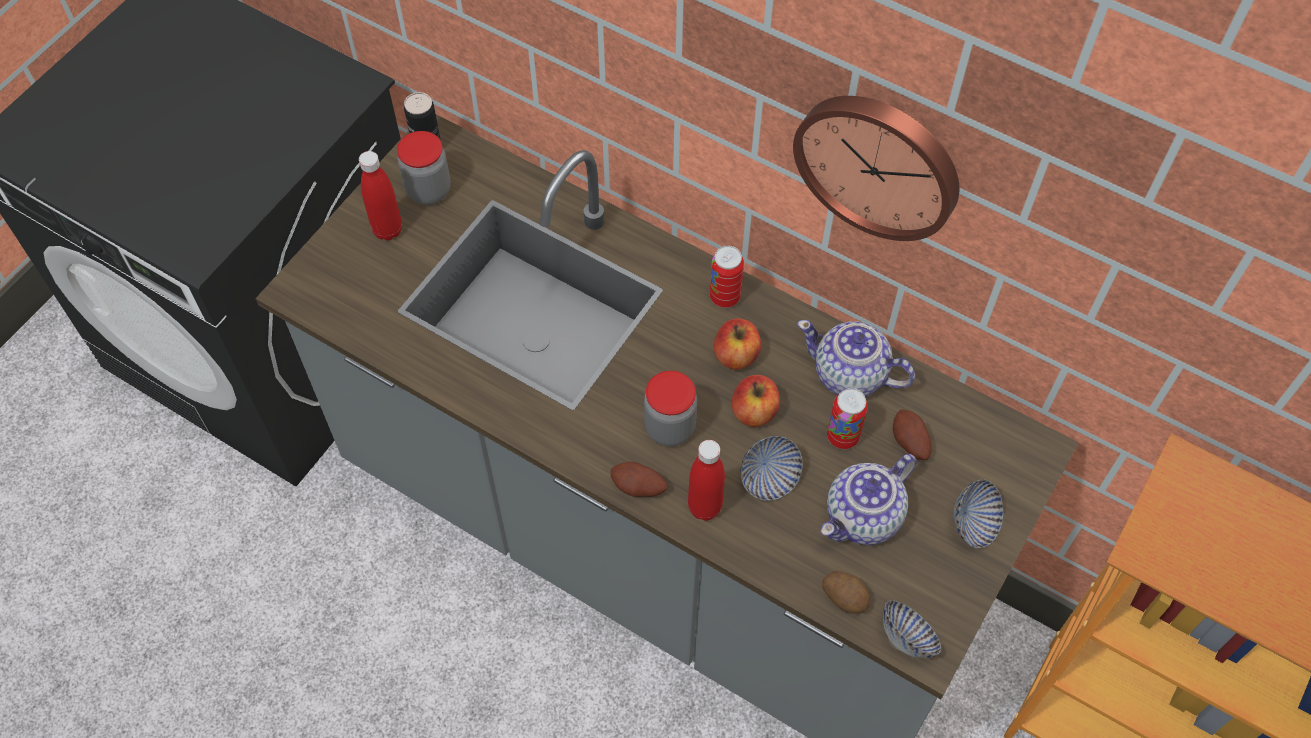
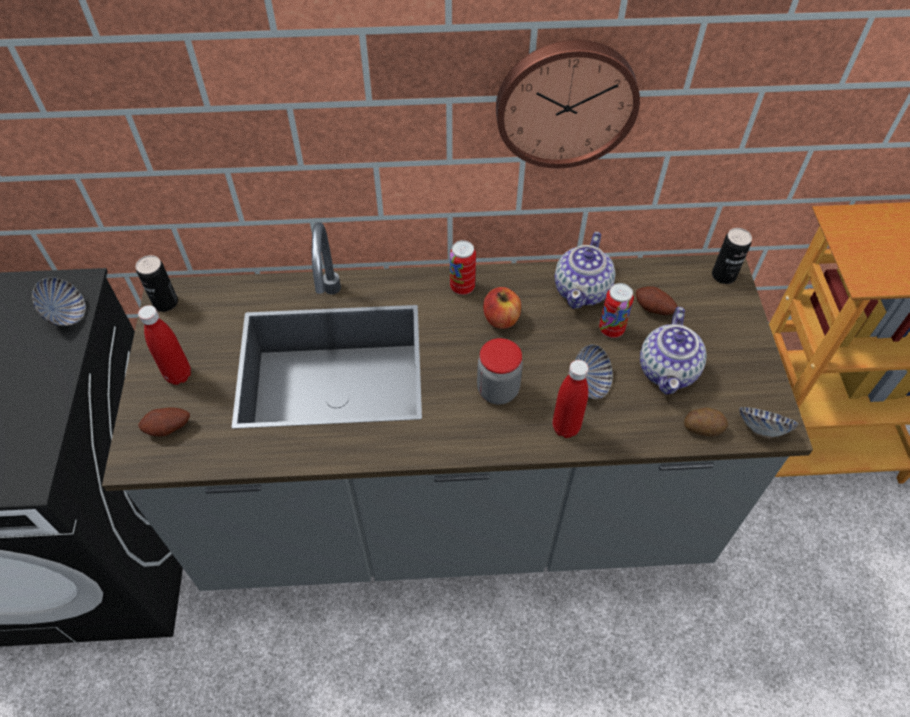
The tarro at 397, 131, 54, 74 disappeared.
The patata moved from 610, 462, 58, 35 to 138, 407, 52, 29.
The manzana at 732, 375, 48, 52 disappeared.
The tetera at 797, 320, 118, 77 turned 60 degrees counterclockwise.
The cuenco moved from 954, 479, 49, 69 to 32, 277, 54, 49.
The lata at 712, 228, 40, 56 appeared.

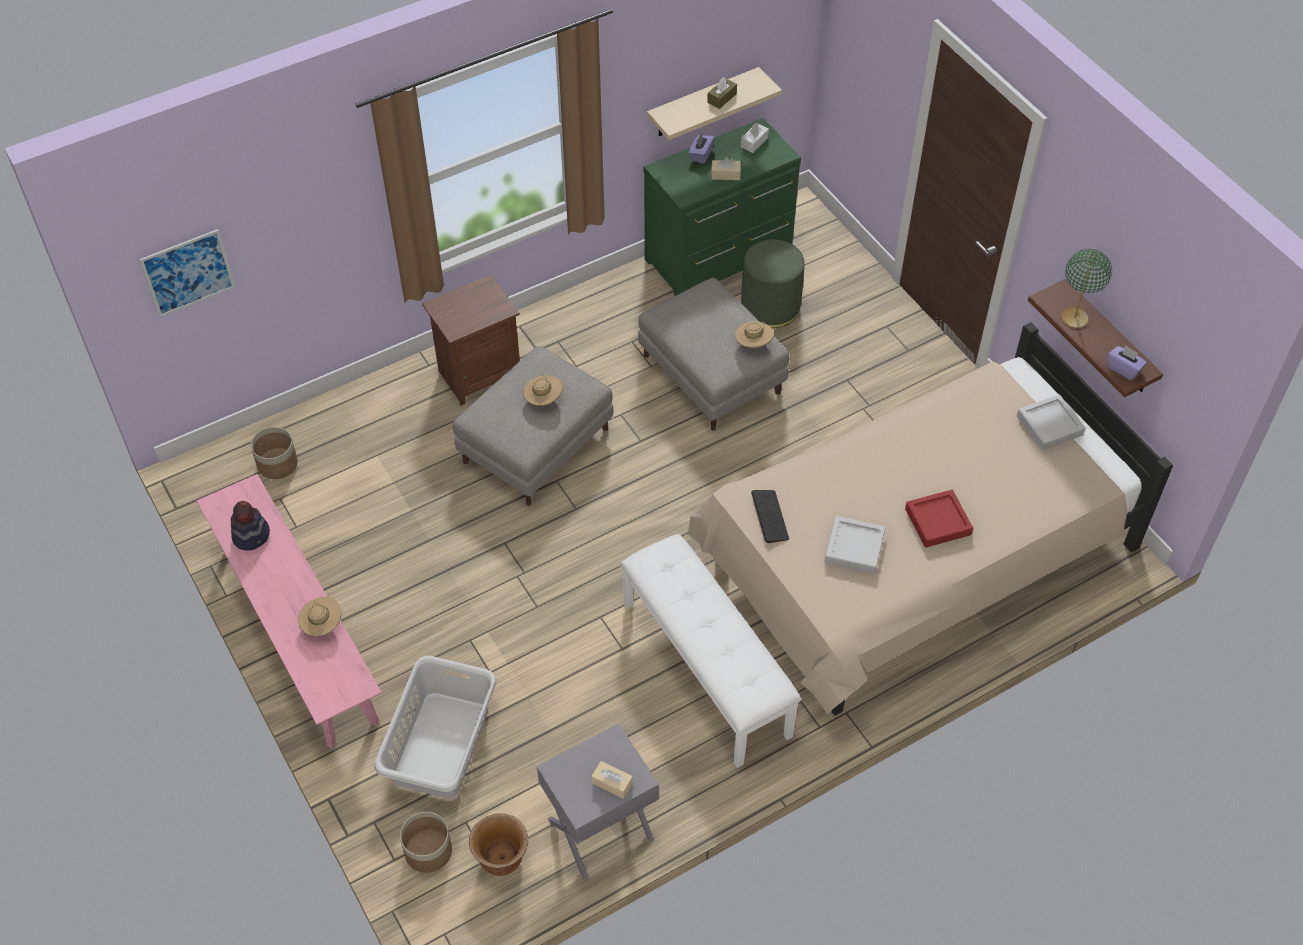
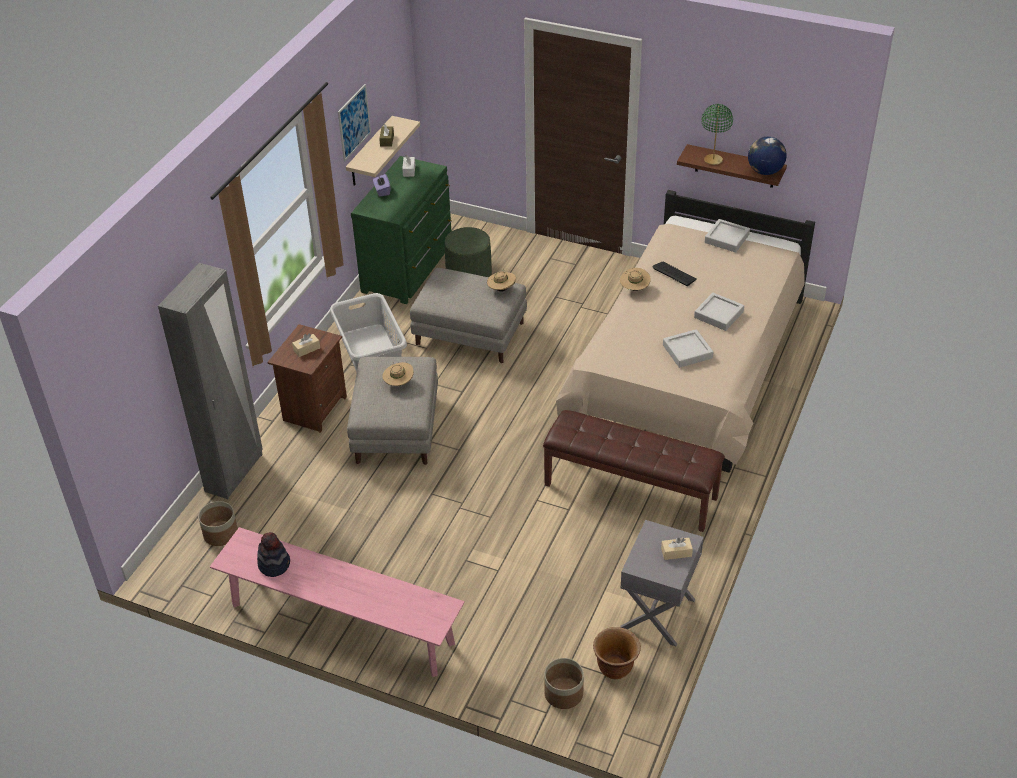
The cuadro moved from 140, 229, 95, 88 to 338, 84, 33, 77.
The sombrero (beis) moved from 298, 597, 43, 39 to 620, 268, 31, 23.
The cesto de la ropa (gris) moved from 374, 656, 123, 142 to 330, 293, 77, 79.
The banco (blanco) at 621, 534, 180, 234 became the banco (marrón) at 543, 410, 182, 122.
The caja de pañuelos (beis) moved from 711, 157, 30, 23 to 292, 333, 28, 24.
The teclado moved from 751, 490, 38, 53 to 653, 262, 44, 24.
The bandeja (rojo) at 905, 490, 68, 58 became the bandeja (gris) at 694, 293, 50, 38.
The caja de pañuelos (morado) at 1107, 346, 40, 34 was replaced by the globo terráqueo at 748, 137, 39, 38.
The armario ropero (gris) at 158, 263, 105, 236 appeared.

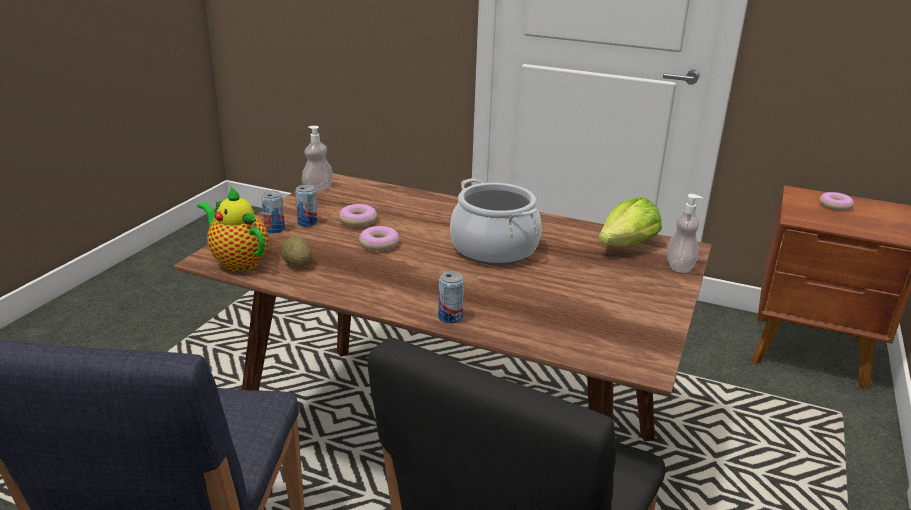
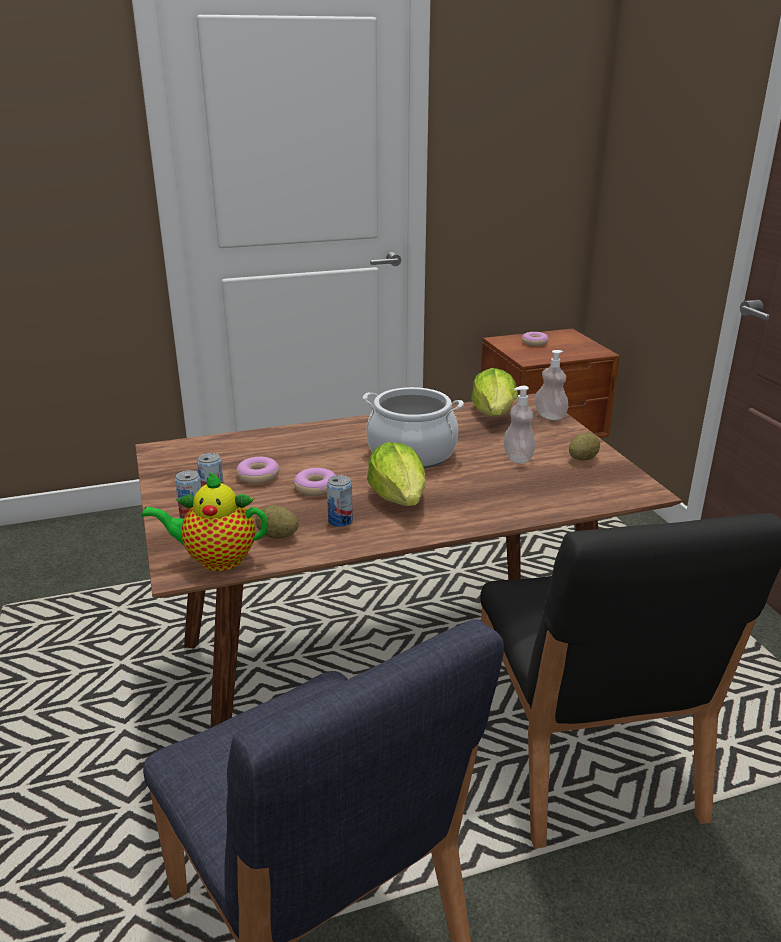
The dispensador de jabón moved from 302, 126, 31, 66 to 503, 386, 32, 78.
The lata moved from 438, 271, 26, 53 to 327, 475, 26, 52.
The lechuga at 367, 442, 59, 64 appeared.
The patata at 569, 432, 31, 29 appeared.

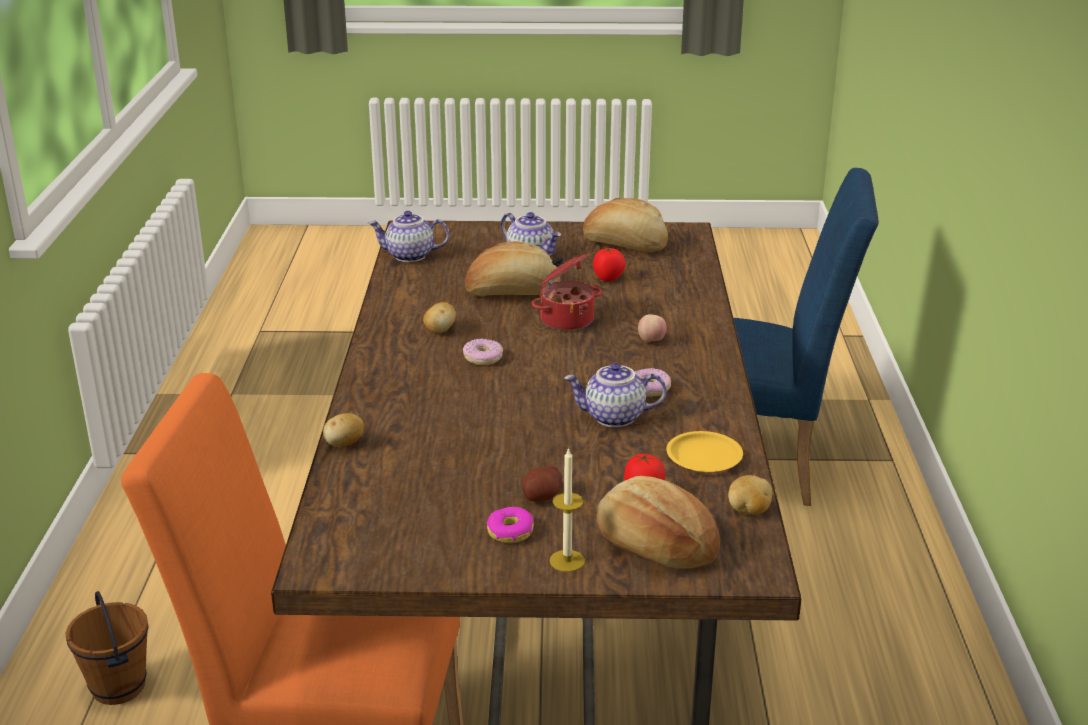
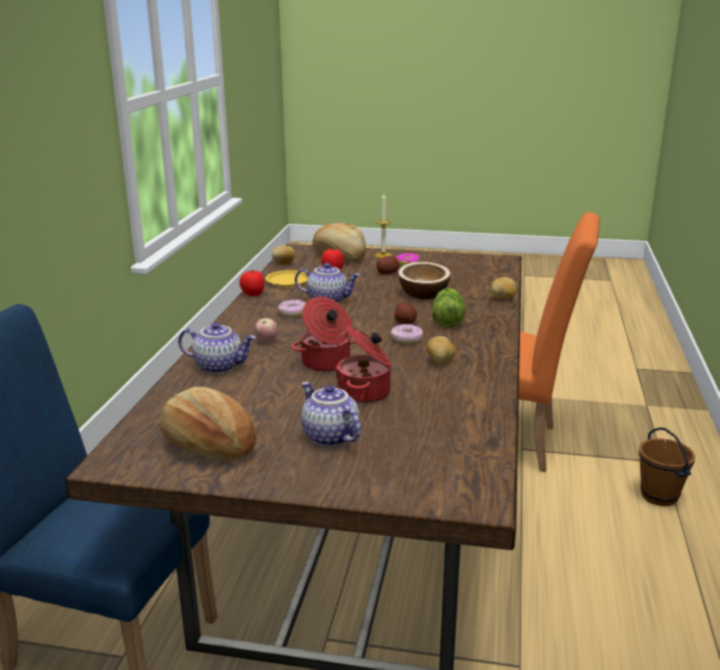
The tetera moved from 368, 211, 81, 51 to 178, 322, 78, 52.
The pan at 465, 241, 96, 55 was replaced by the olla at 335, 326, 56, 78.
The tomate moved from 593, 247, 33, 34 to 239, 270, 25, 26.
The patata at 395, 303, 22, 21 appeared.
The cuenco at 398, 262, 52, 37 appeared.
The lechuga at 432, 288, 34, 40 appeared.

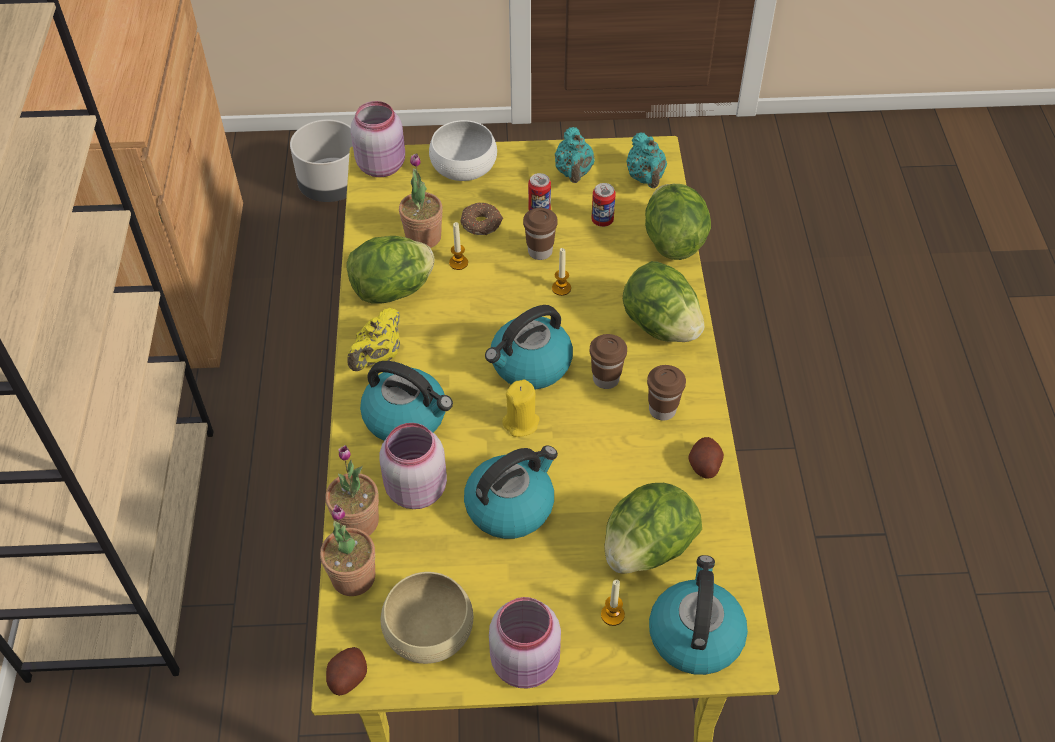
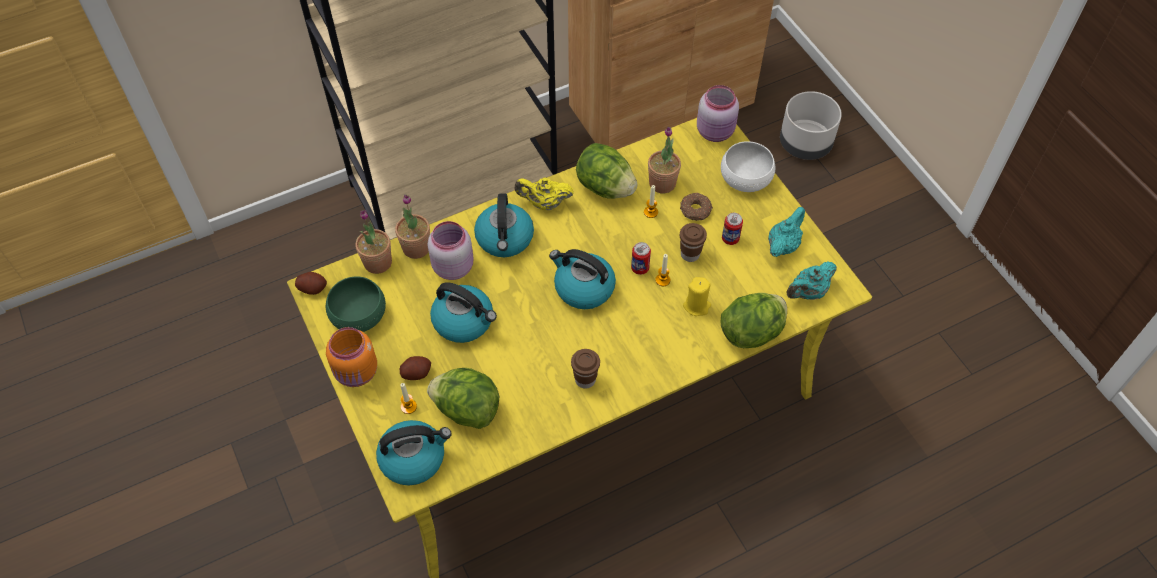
The cuenco (beis) at 381, 572, 92, 92 became the cuenco (verde) at 326, 276, 60, 56.
The tarro (rosa) at 489, 597, 72, 92 became the tarro (naranja) at 326, 327, 51, 60.
The vela (amarillo) moved from 502, 379, 38, 58 to 683, 277, 28, 39.
The tetera (turquesa) at 555, 127, 40, 56 turned 150 degrees clockwise.
The taza (marrón) at 590, 334, 37, 55 disappeared.
The lata moved from 591, 183, 25, 44 to 631, 242, 20, 33.
The lechuga at 623, 261, 81, 81 disappeared.
The patata moved from 689, 437, 35, 42 to 400, 356, 31, 24.

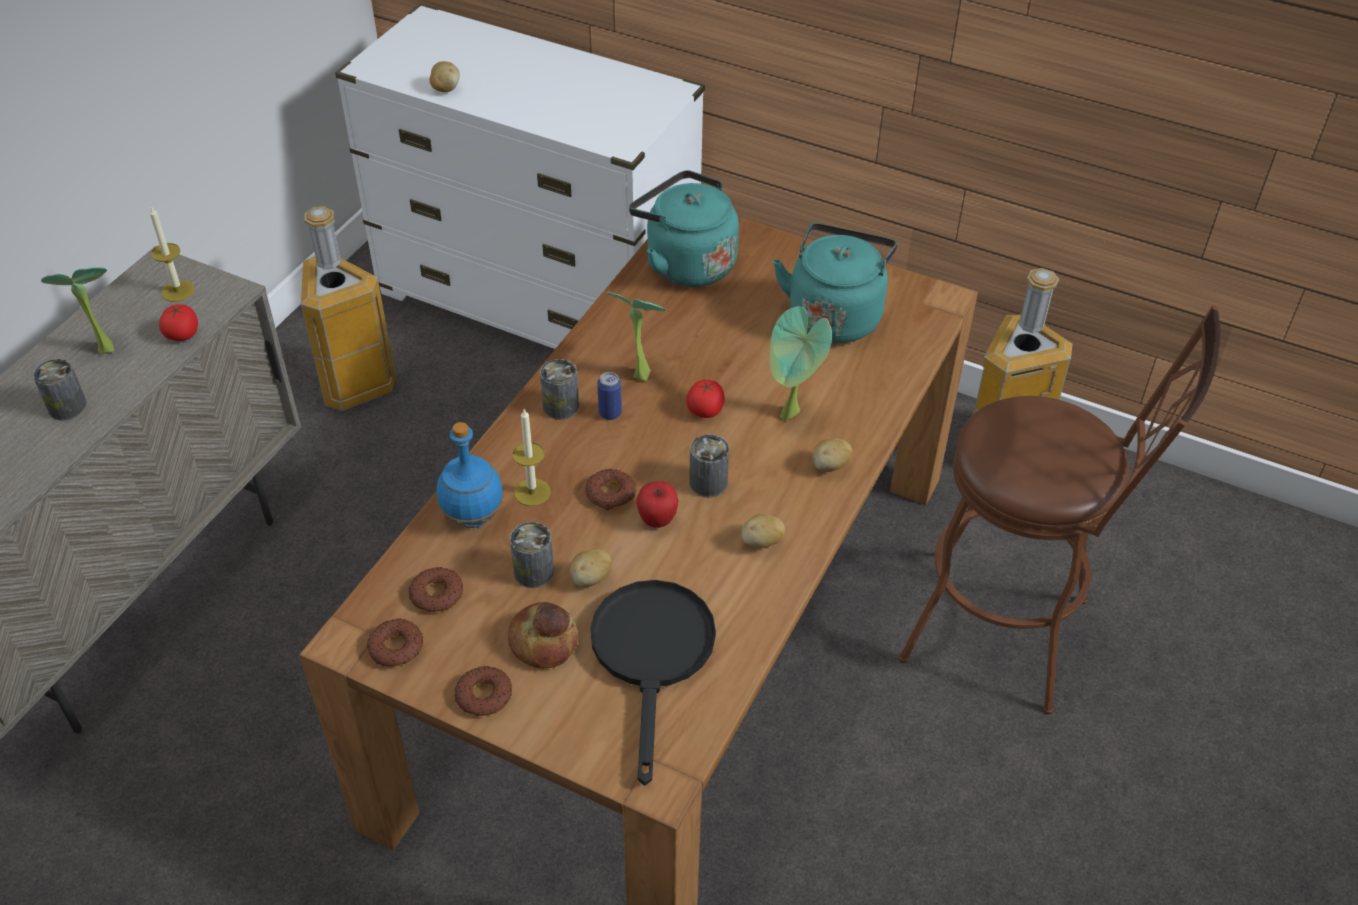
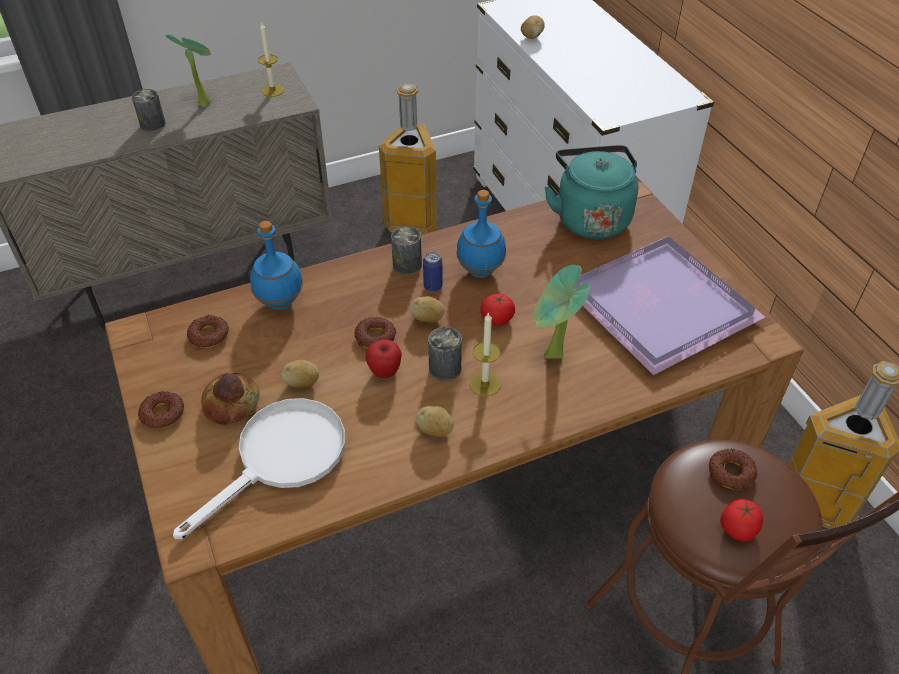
The tomate moved from 159, 304, 39, 37 to 721, 499, 42, 42.
The rosquilla moved from 367, 619, 56, 48 to 709, 449, 48, 41.
The lata at 510, 522, 44, 66 disappeared.
The vela moved from 513, 409, 38, 97 to 469, 312, 32, 85.
The sartén (negro) at 590, 580, 126, 206 became the sartén (blanco) at 173, 398, 172, 141.
The planta en maceta at 607, 292, 60, 89 was replaced by the botella (azul) at 456, 190, 50, 88.
The hervidor (turquesa) at 773, 223, 124, 120 was replaced by the bandeja (morado) at 573, 236, 192, 139.
The patata moved from 812, 439, 40, 33 to 410, 296, 35, 27.

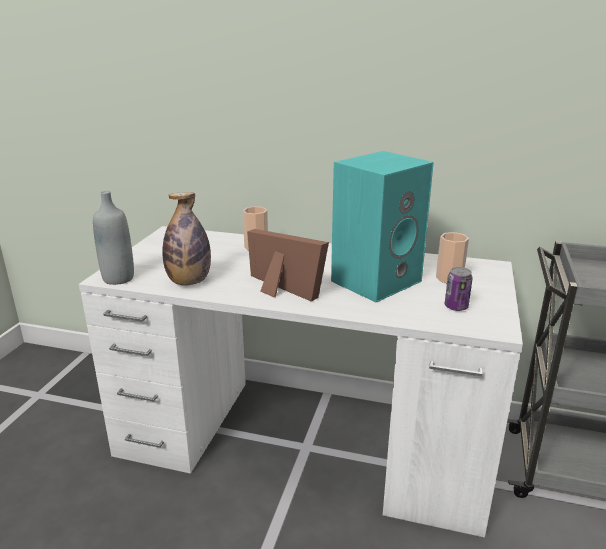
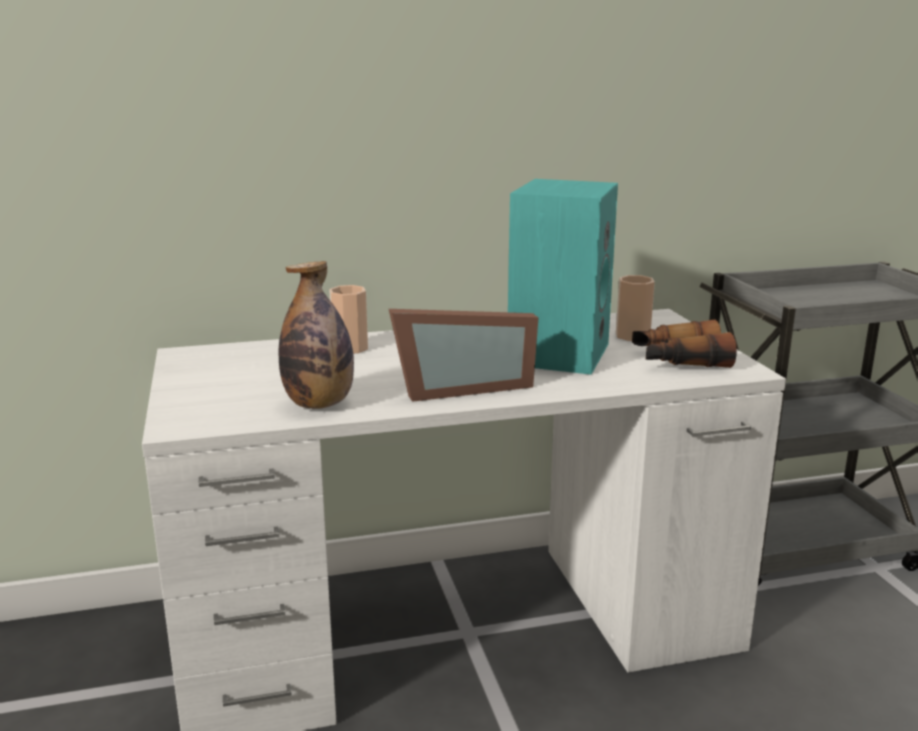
The botella (gris) at 93, 191, 41, 94 disappeared.
The portarretratos at 247, 229, 82, 72 turned 150 degrees clockwise.
The lata at 445, 267, 28, 44 was replaced by the prismáticos at 632, 319, 105, 49.

